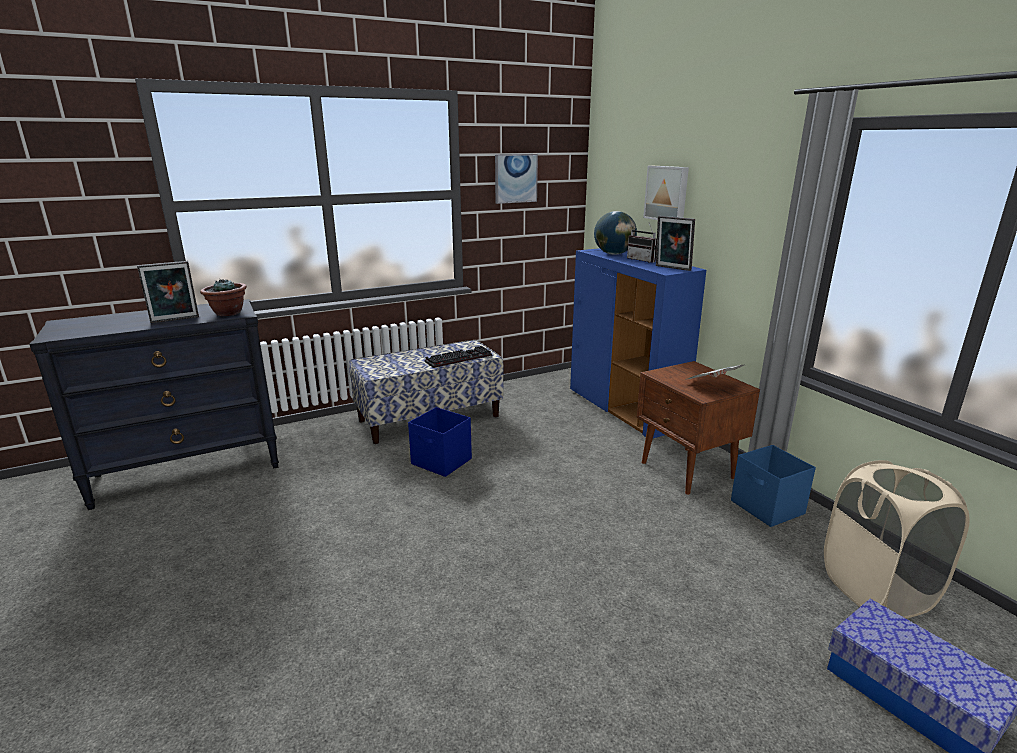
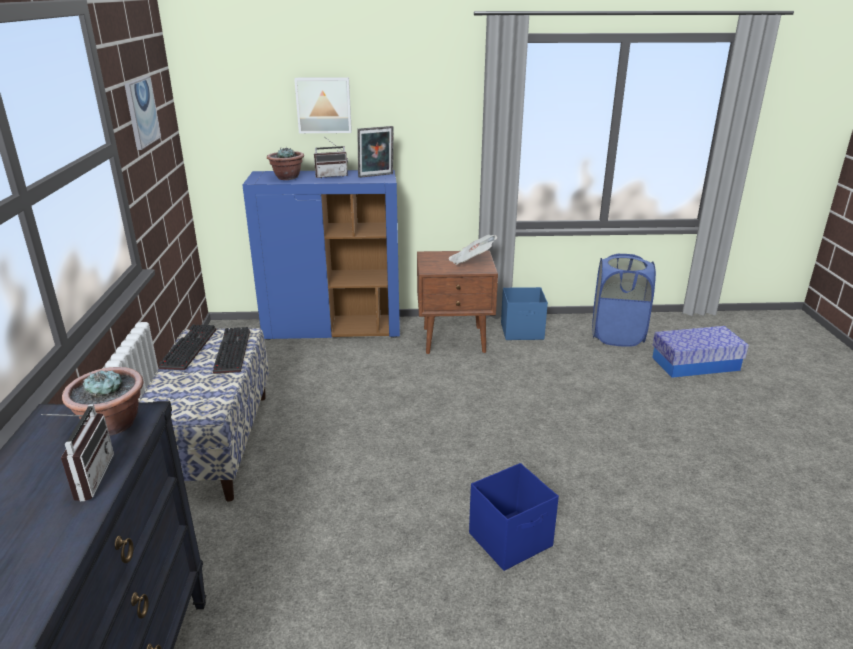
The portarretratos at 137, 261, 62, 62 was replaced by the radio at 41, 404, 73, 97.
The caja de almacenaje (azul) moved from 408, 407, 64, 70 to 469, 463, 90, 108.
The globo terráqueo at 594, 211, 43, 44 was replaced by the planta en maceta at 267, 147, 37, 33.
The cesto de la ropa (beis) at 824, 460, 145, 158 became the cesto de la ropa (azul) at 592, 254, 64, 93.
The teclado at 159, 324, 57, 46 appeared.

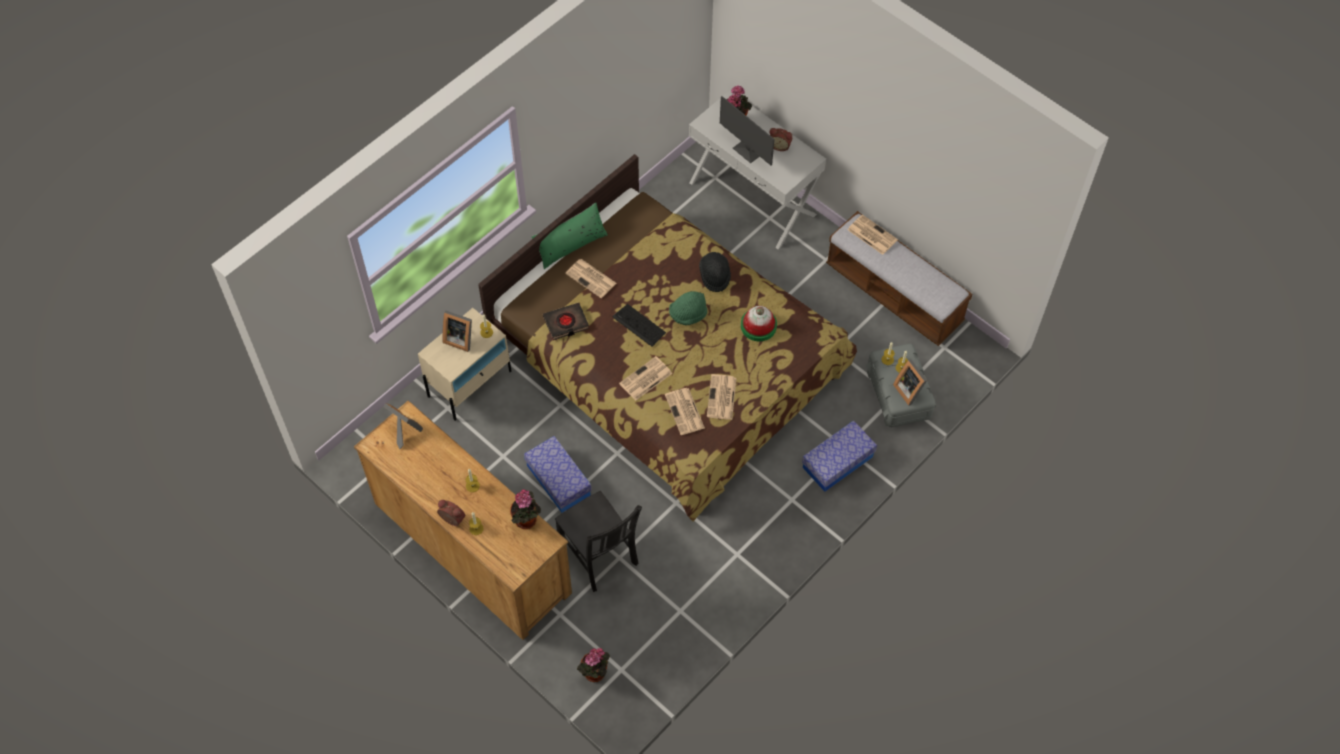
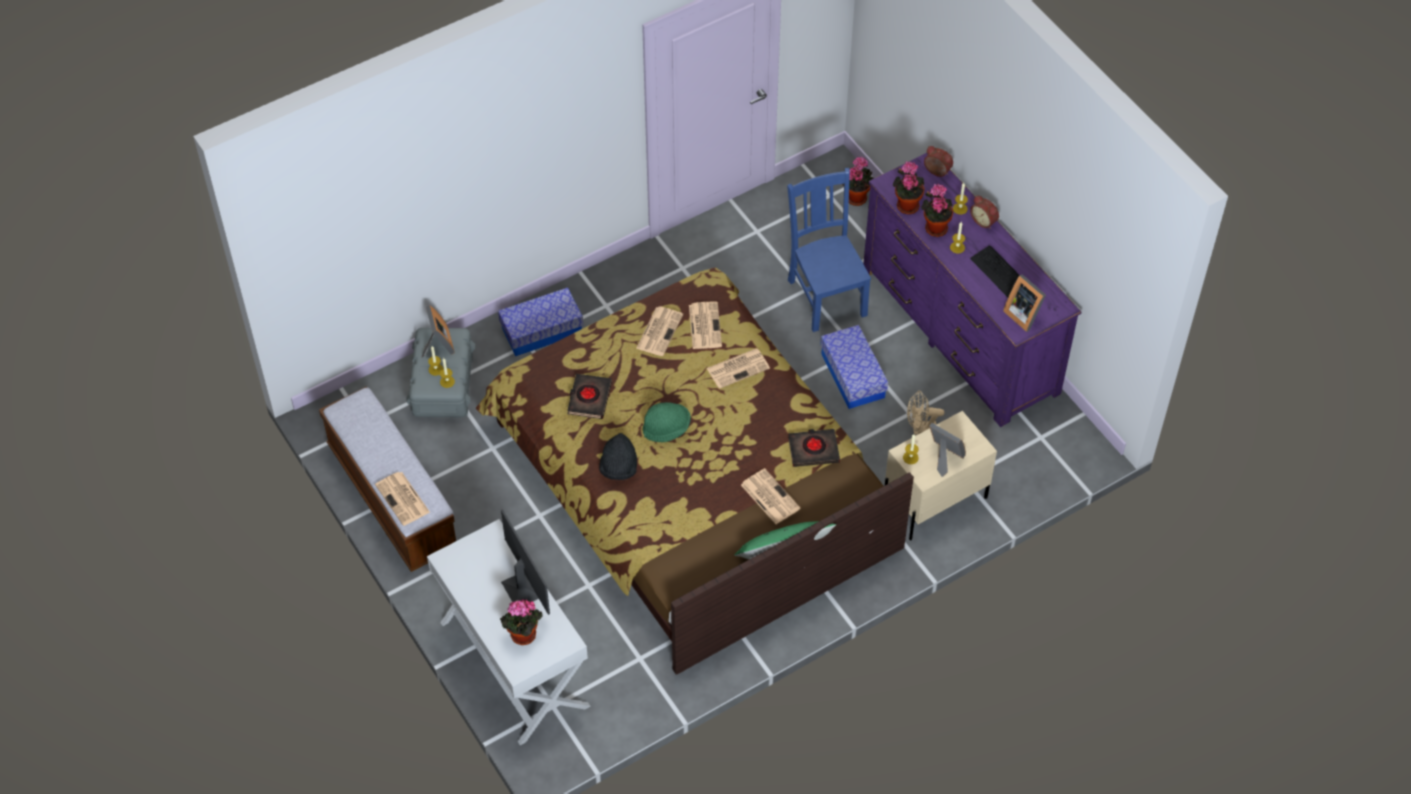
The cómoda (marrón) at 354, 400, 218, 240 became the cómoda (morado) at 864, 153, 217, 274.
The silla (negro) at 555, 491, 87, 101 became the silla (azul) at 787, 168, 84, 164.
The teclado moved from 612, 304, 54, 43 to 970, 245, 49, 52.
The sombrero at 741, 306, 36, 35 was replaced by the libro (negro) at 567, 374, 45, 45.
The despertador moved from 770, 128, 22, 23 to 924, 146, 29, 31.
The ventilador (beis) at 907, 391, 38, 44 appeared.
The planta en maceta at 921, 184, 32, 53 appeared.

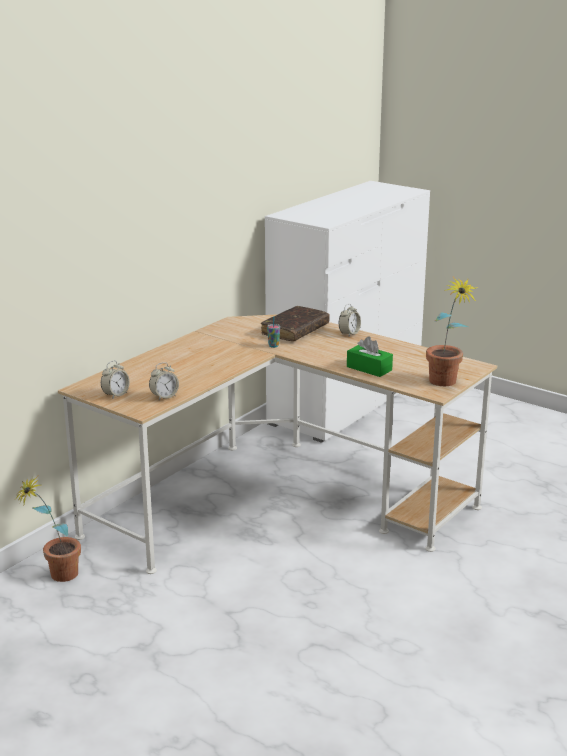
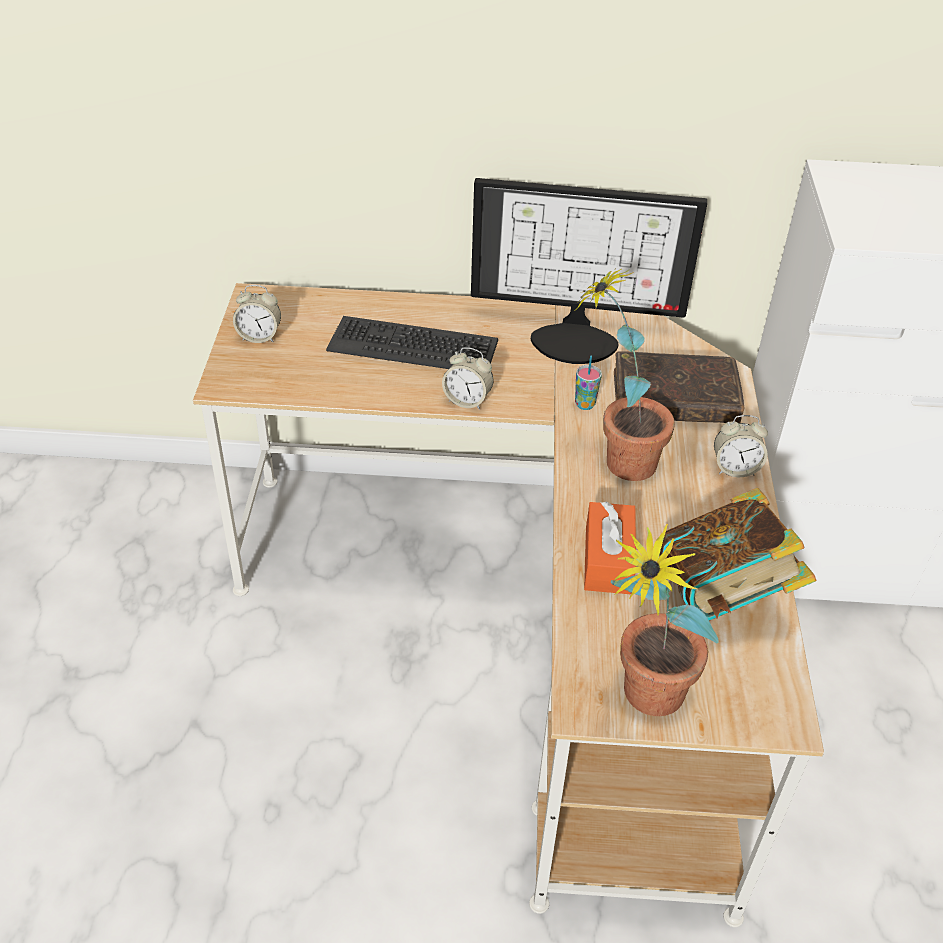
The planta en maceta moved from 16, 476, 65, 106 to 574, 268, 101, 213.
The despertador moved from 149, 362, 30, 38 to 442, 347, 51, 63.
The caja de pañuelos (verde) at 347, 336, 46, 41 became the caja de pañuelos (naranja) at 584, 501, 52, 93.
The teclado at 326, 316, 172, 53 appeared.
The monitor at 471, 178, 236, 186 appeared.
The libro at 659, 487, 157, 134 appeared.

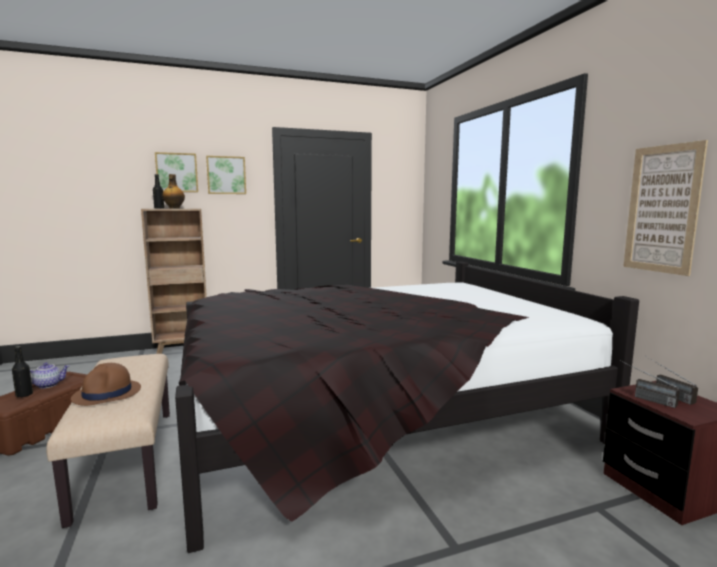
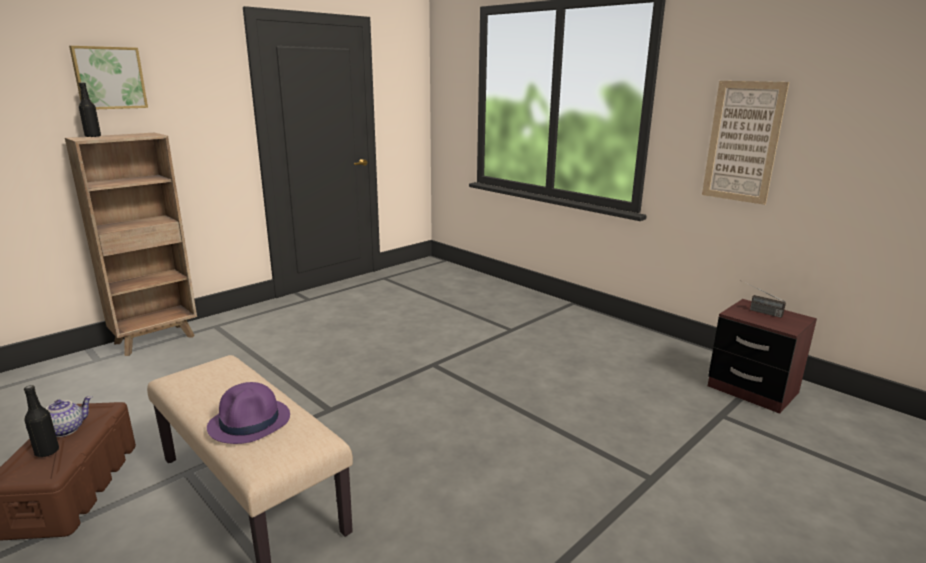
The sombrero (marrón) at 71, 363, 70, 43 became the sombrero (morado) at 207, 382, 83, 62.
The botella at 162, 174, 23, 35 disappeared.
The cama (negro) at 175, 262, 464, 291 disappeared.
The cuadro at 206, 156, 40, 38 disappeared.
The radio at 621, 361, 59, 47 disappeared.

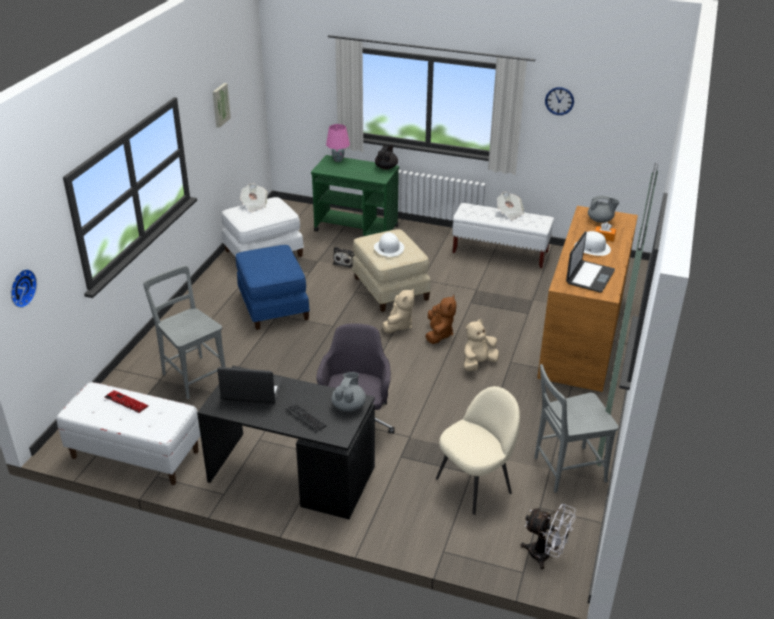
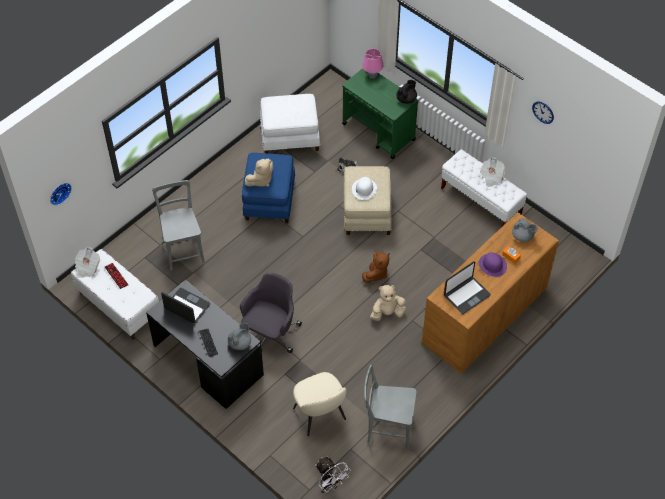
The cuadro at 213, 83, 18, 45 disappeared.
The periódico moved from 240, 183, 27, 29 to 74, 247, 26, 31.
The peluche (beis) moved from 382, 288, 33, 45 to 245, 159, 28, 28.
The silla (beis) at 436, 386, 84, 129 turned 75 degrees clockwise.
The sombrero (blanco) at 574, 231, 37, 25 became the sombrero (morado) at 478, 252, 29, 25.

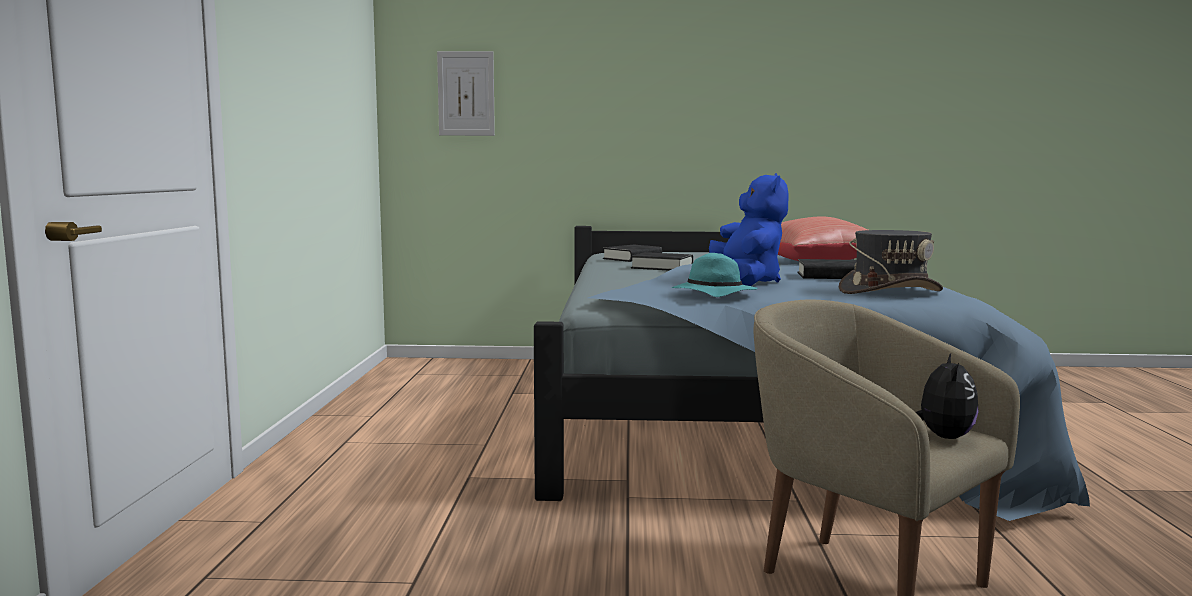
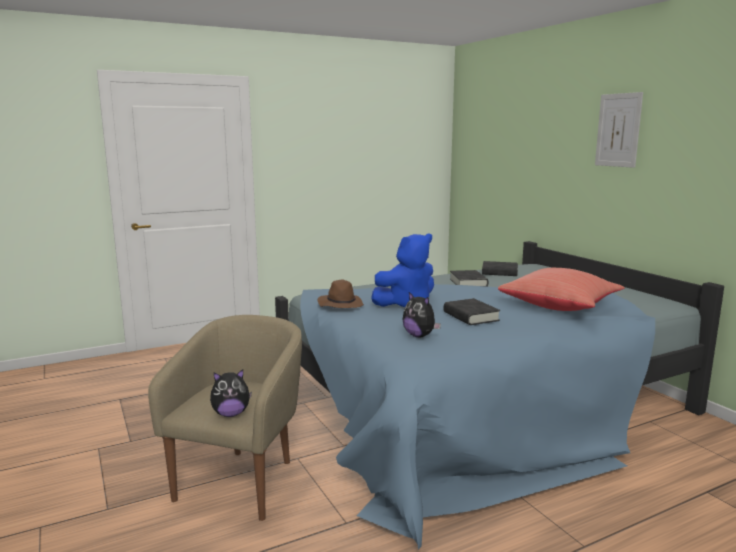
The cuadro moved from 437, 51, 58, 85 to 595, 92, 48, 76.
The sombrero (turquesa) at 672, 253, 86, 44 became the sombrero (marrón) at 317, 280, 47, 28.
The sombrero (gris) at 839, 230, 104, 64 was replaced by the peluche at 402, 292, 39, 45.

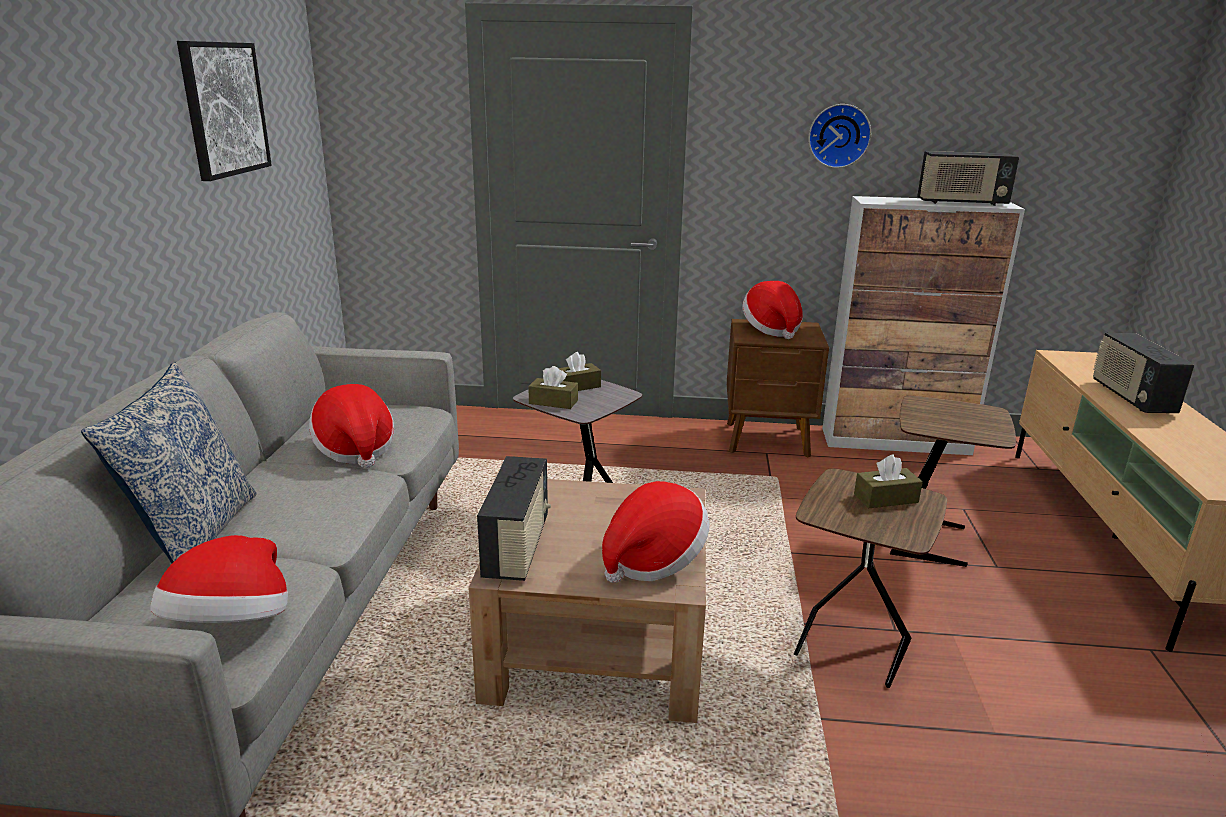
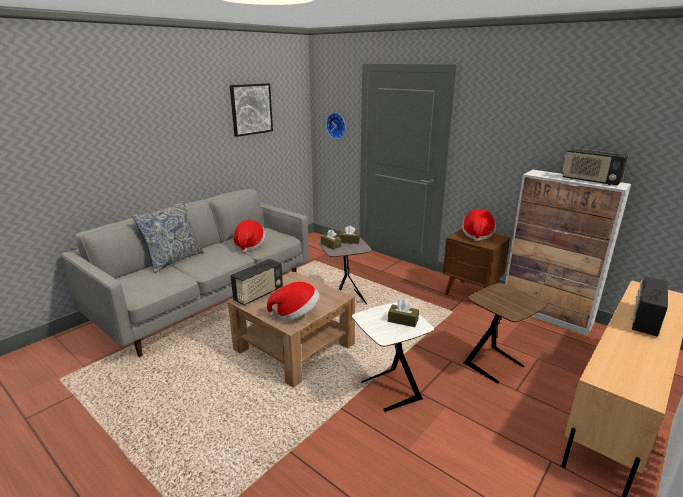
The sombrero at 150, 535, 138, 88 disappeared.
The mesa auxiliar (marrón) at 794, 468, 153, 220 became the mesa auxiliar (blanco) at 352, 302, 82, 110.
The reloj de pared moved from 808, 104, 63, 64 to 326, 113, 20, 26.

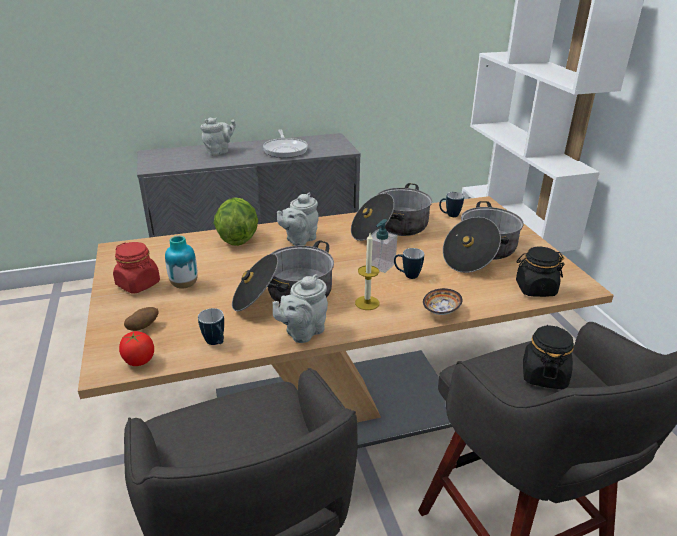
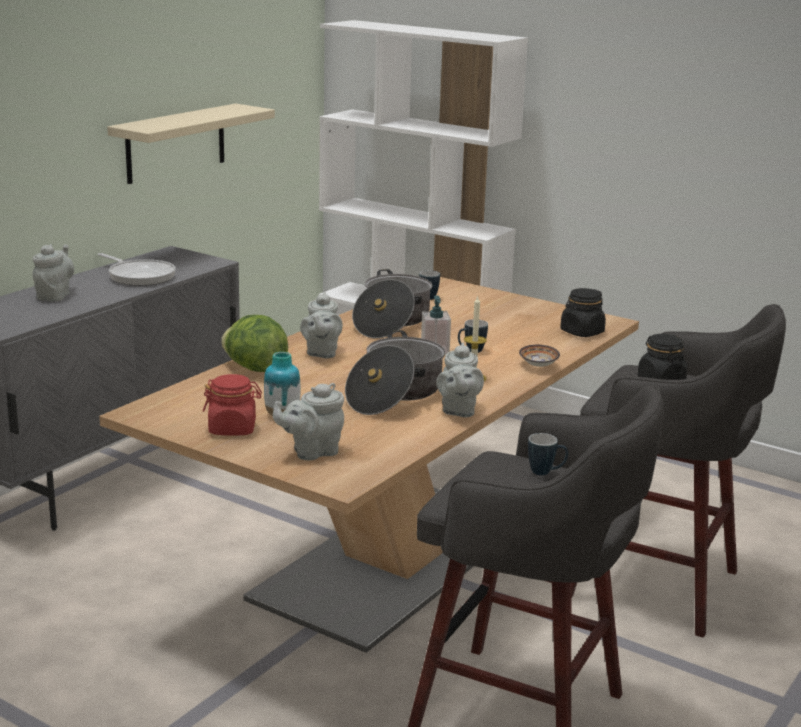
The tomate at 119, 331, 35, 35 disappeared.
The patata at 124, 307, 35, 24 was replaced by the tetera (gris) at 273, 383, 71, 77.
The taza grande moved from 198, 308, 26, 37 to 528, 433, 40, 42.
The olla at 443, 201, 81, 72 disappeared.
The estante (beis) at 107, 104, 168, 80 appeared.

